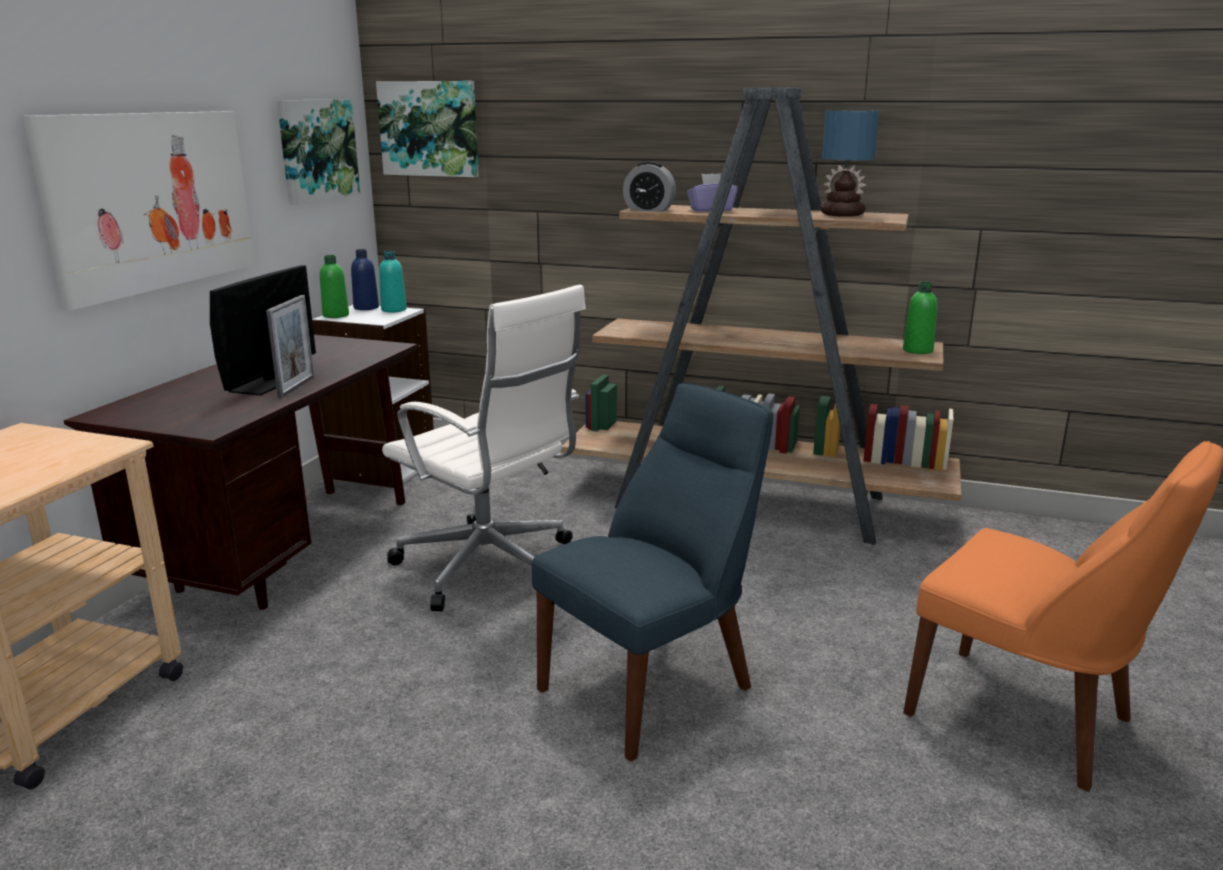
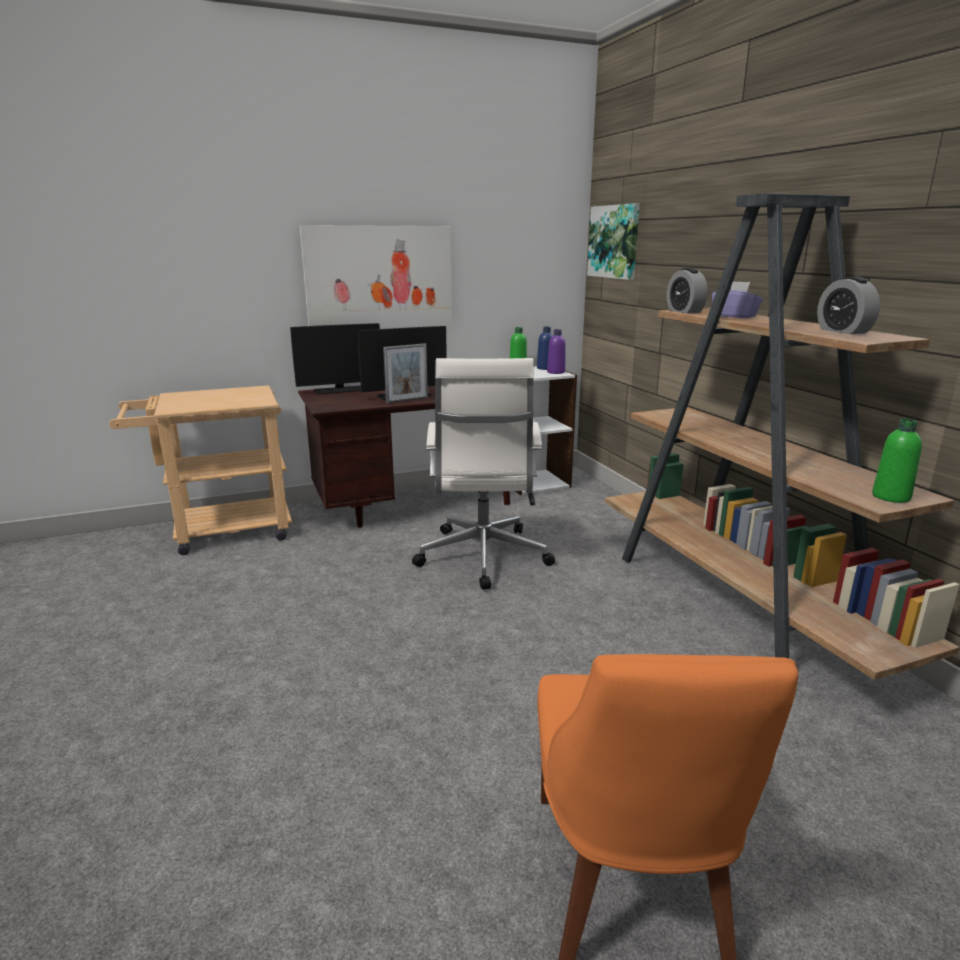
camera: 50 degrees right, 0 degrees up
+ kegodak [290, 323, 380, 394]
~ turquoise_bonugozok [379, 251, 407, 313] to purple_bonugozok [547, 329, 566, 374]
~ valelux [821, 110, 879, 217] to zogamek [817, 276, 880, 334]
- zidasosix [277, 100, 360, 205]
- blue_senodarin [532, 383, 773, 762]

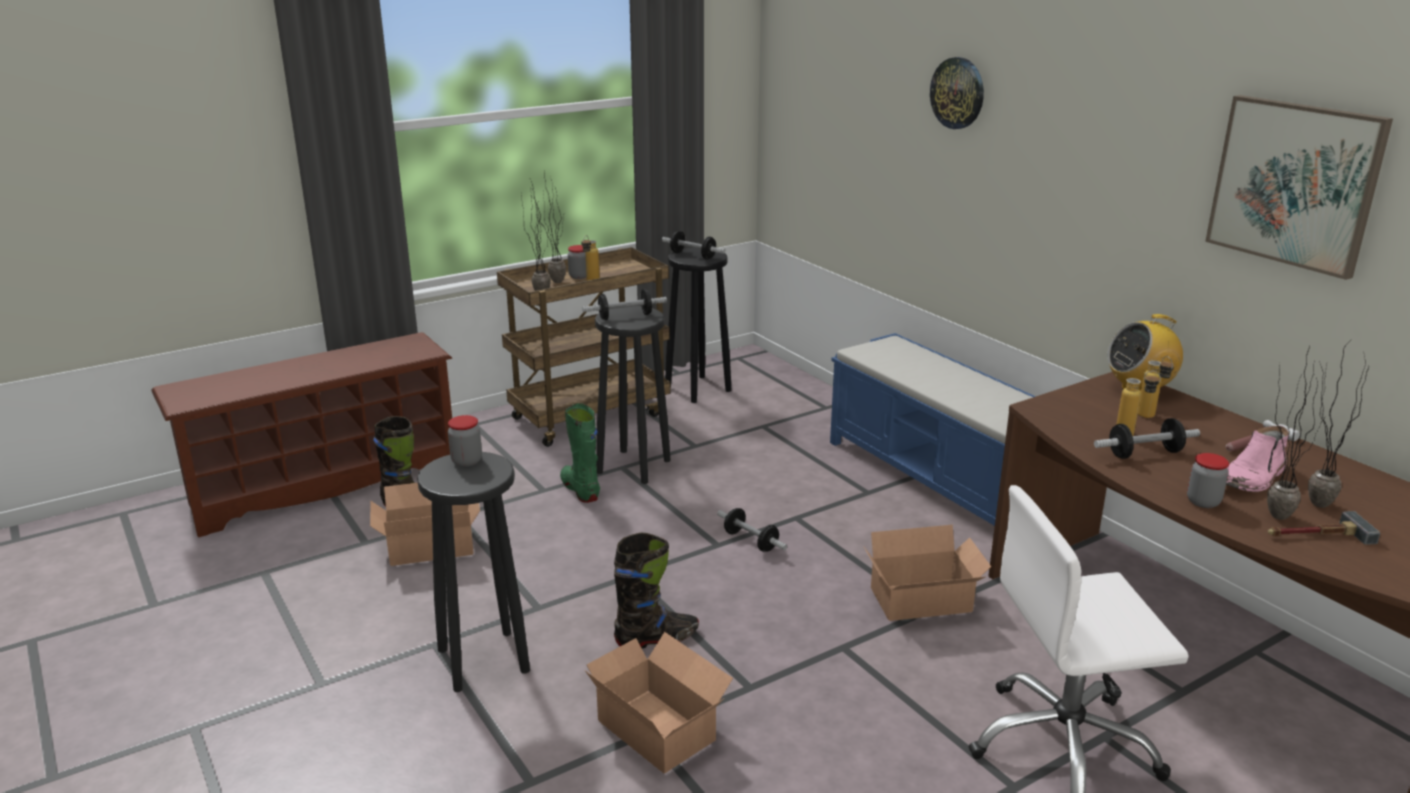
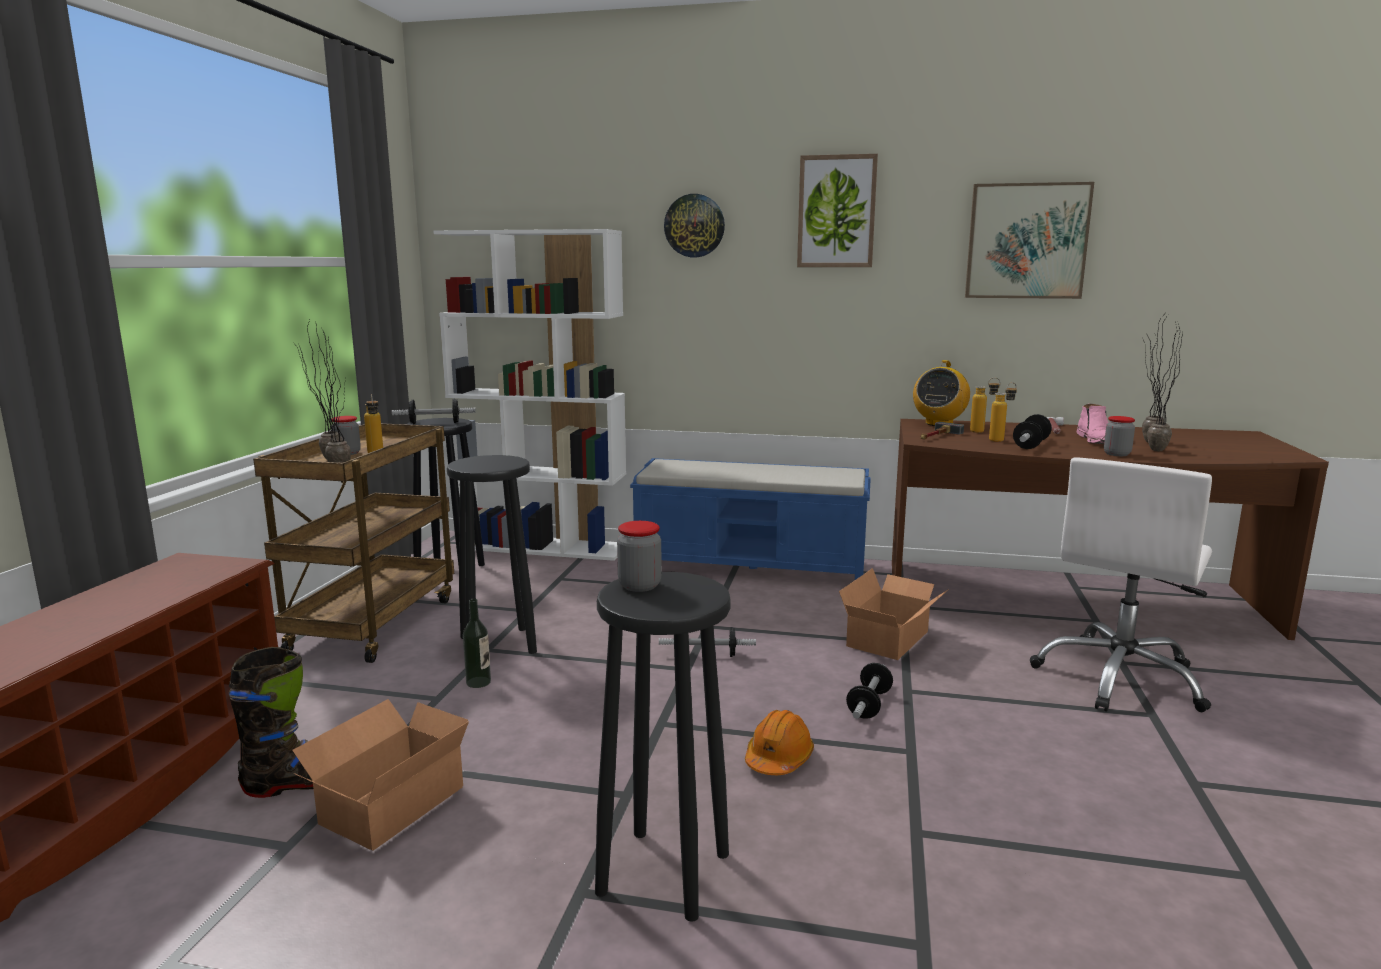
camera: 45 degrees left, 10 degrees down
+ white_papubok [433, 229, 626, 561]
~ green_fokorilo [560, 403, 600, 503] to bonugozok [463, 598, 491, 688]
~ black_fokorilo [614, 533, 699, 649] to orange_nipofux [745, 710, 814, 775]
+ zidasosix [797, 154, 878, 267]
~ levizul [582, 289, 667, 320] to [846, 663, 893, 719]
~ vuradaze [1268, 511, 1381, 545] to [921, 422, 964, 439]
- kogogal [585, 632, 733, 773]

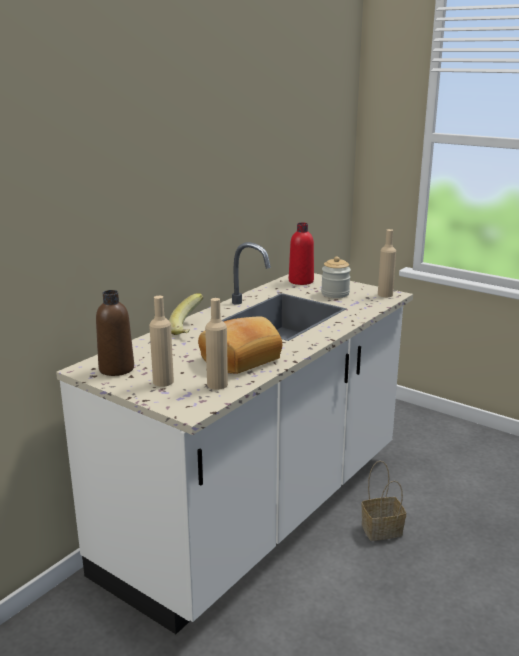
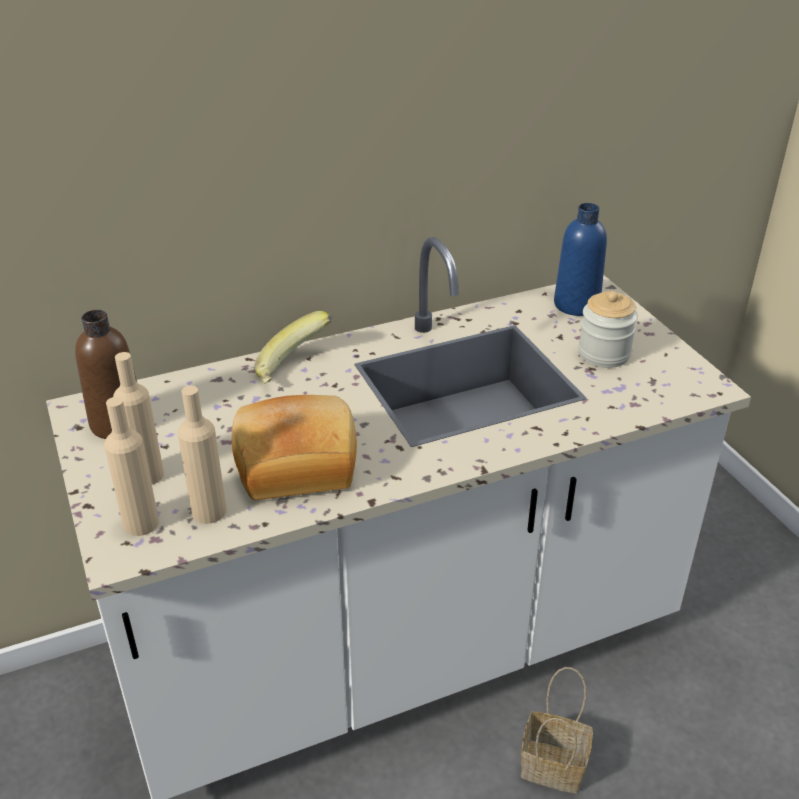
camera: 30 degrees right, 15 degrees up
~ beige_bonugozok [378, 229, 396, 297] to [104, 397, 159, 536]
~ red_bonugozok [289, 223, 314, 285] to blue_bonugozok [554, 203, 607, 316]

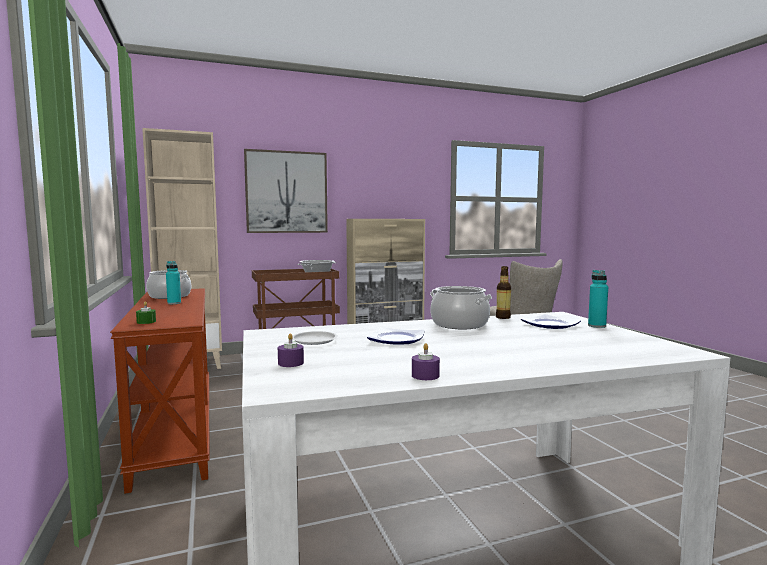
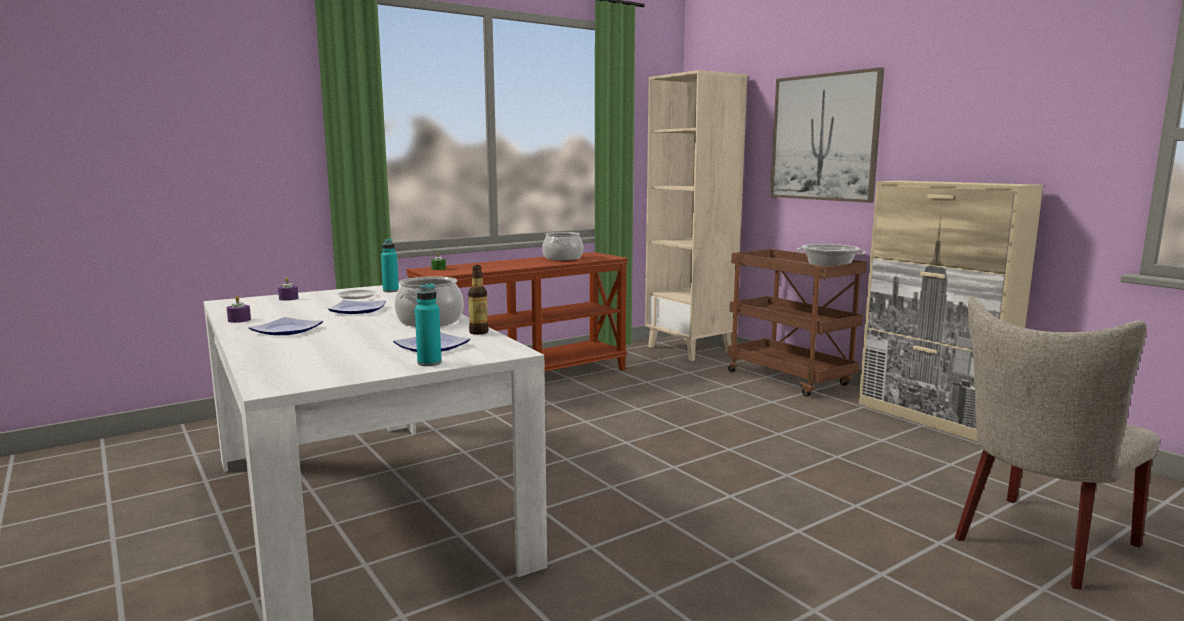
camera: 75 degrees right, 5 degrees up
+ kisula [248, 317, 323, 335]
~ turquoise_bonugozok [166, 261, 181, 304] to [381, 239, 399, 292]

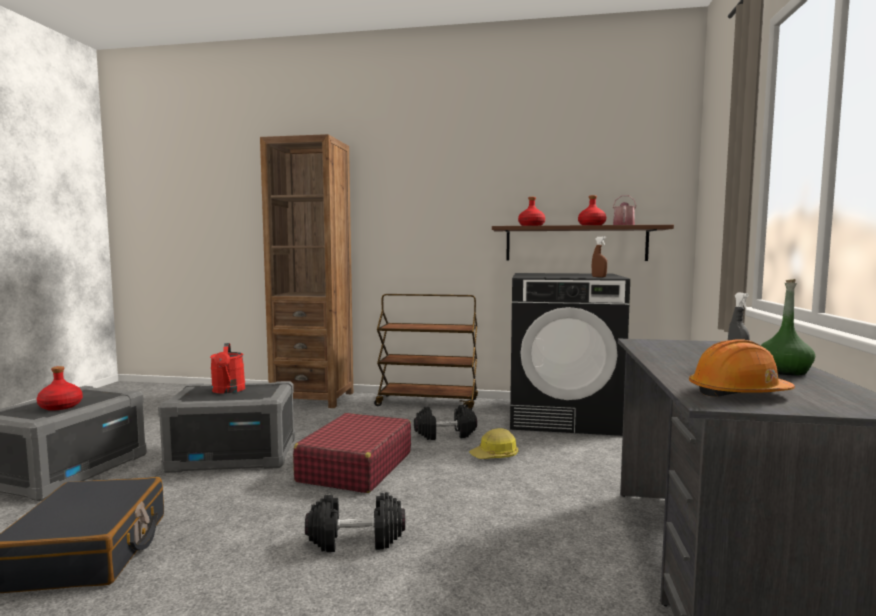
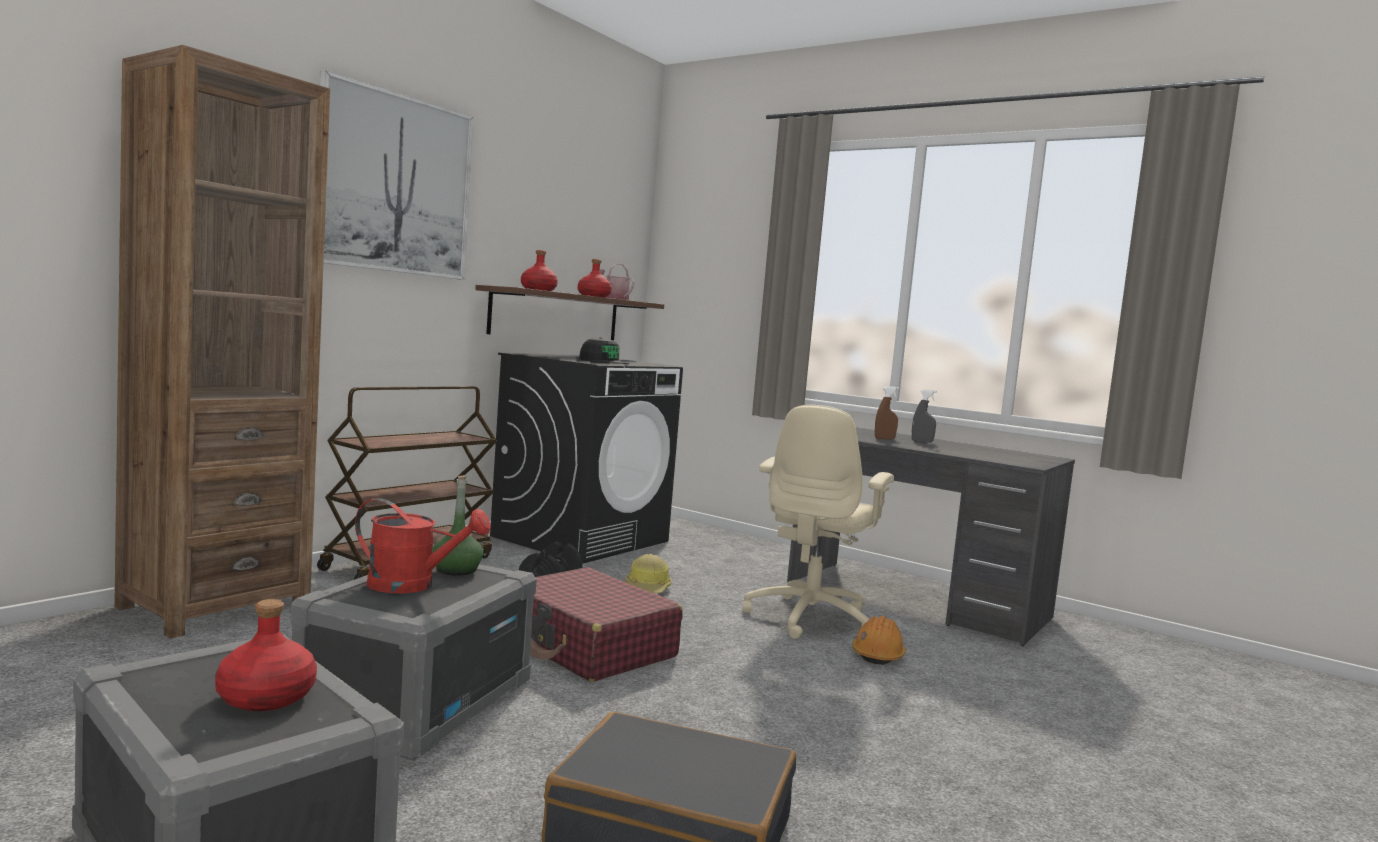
camera: 65 degrees left, 0 degrees up
+ zidasosix [320, 70, 473, 280]
~ green_bonugozok [761, 279, 815, 375] to [432, 475, 484, 576]
+ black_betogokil [579, 338, 629, 364]
+ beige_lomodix [743, 405, 894, 639]
~ orange_nipofux [689, 339, 795, 397] to [852, 616, 906, 665]
~ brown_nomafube [592, 237, 607, 277] to [875, 386, 899, 440]
- black_levizul [305, 492, 405, 552]

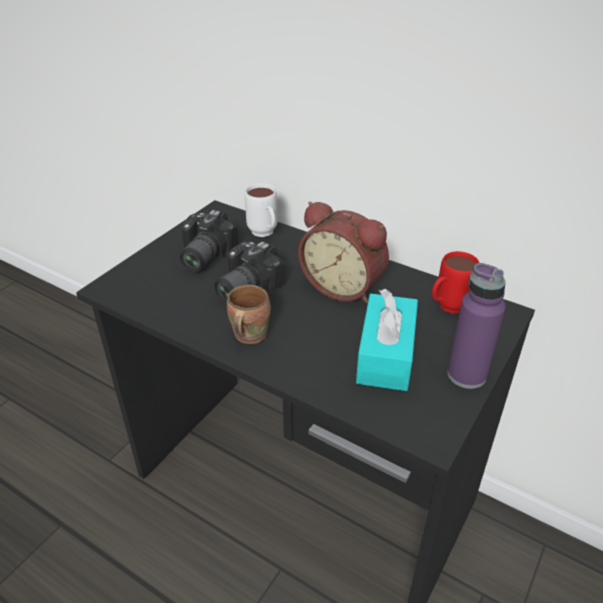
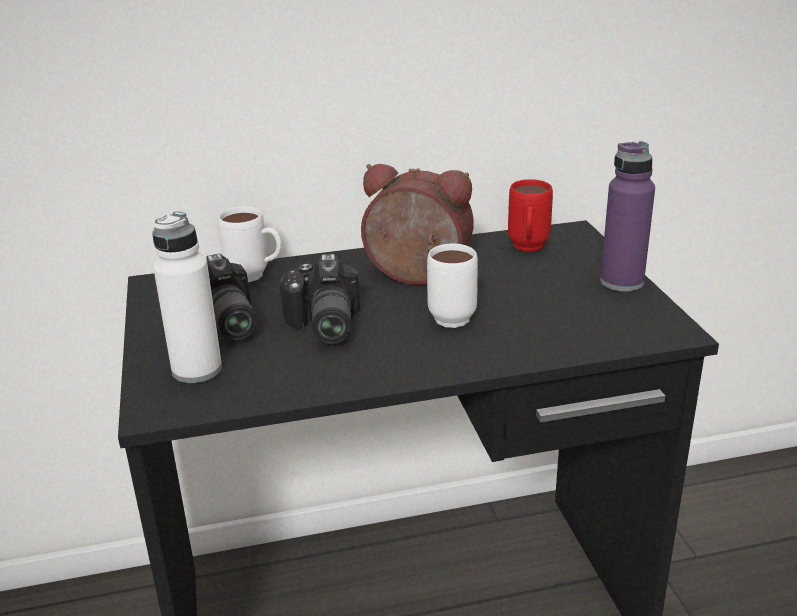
camera: 45 degrees left, 10 degrees down
+ white_bonugozok [152, 212, 222, 383]
~ zogamek [298, 201, 389, 303] = [361, 164, 474, 285] 150 degrees counterclockwise
+ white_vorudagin [427, 244, 478, 328]
- brown_vorudagin [227, 285, 271, 344]
- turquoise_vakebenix [356, 289, 418, 391]

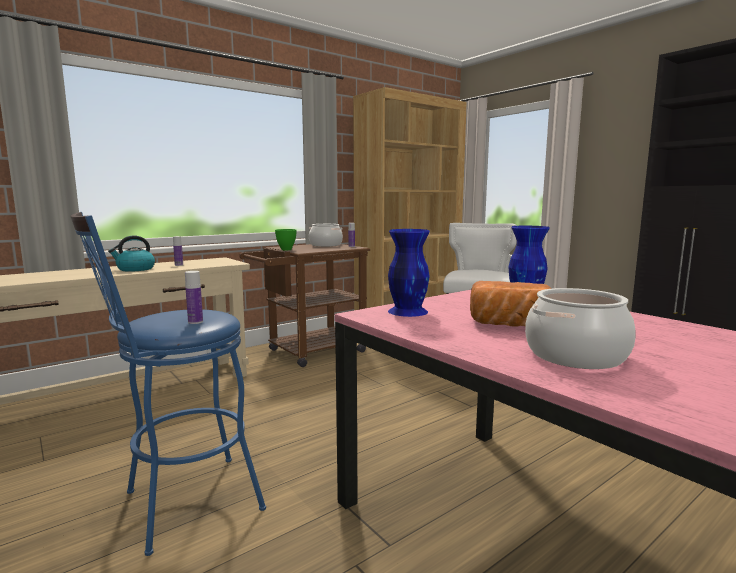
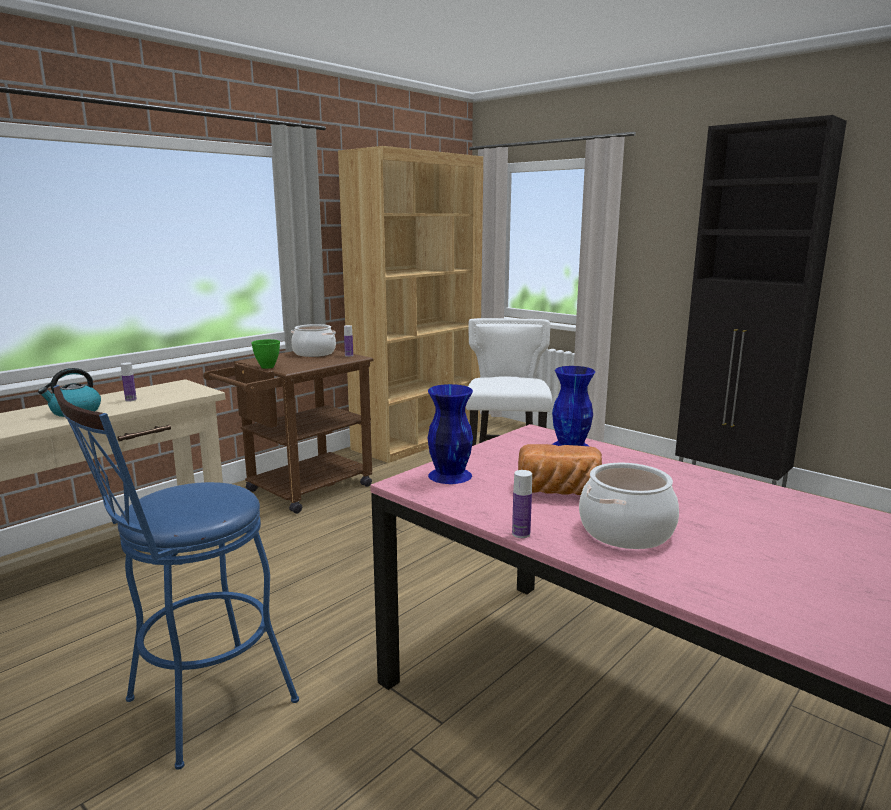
camera: 10 degrees left, 5 degrees up
~ bonugozok [185, 271, 203, 324] to [512, 470, 532, 538]

